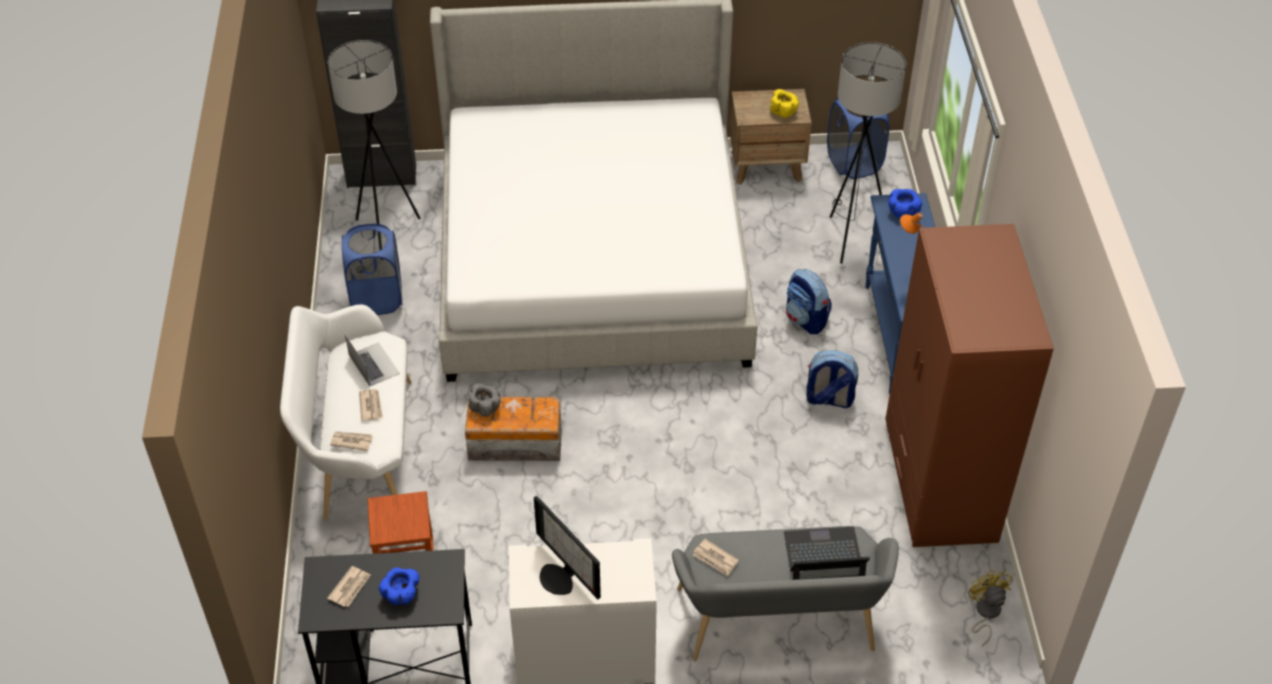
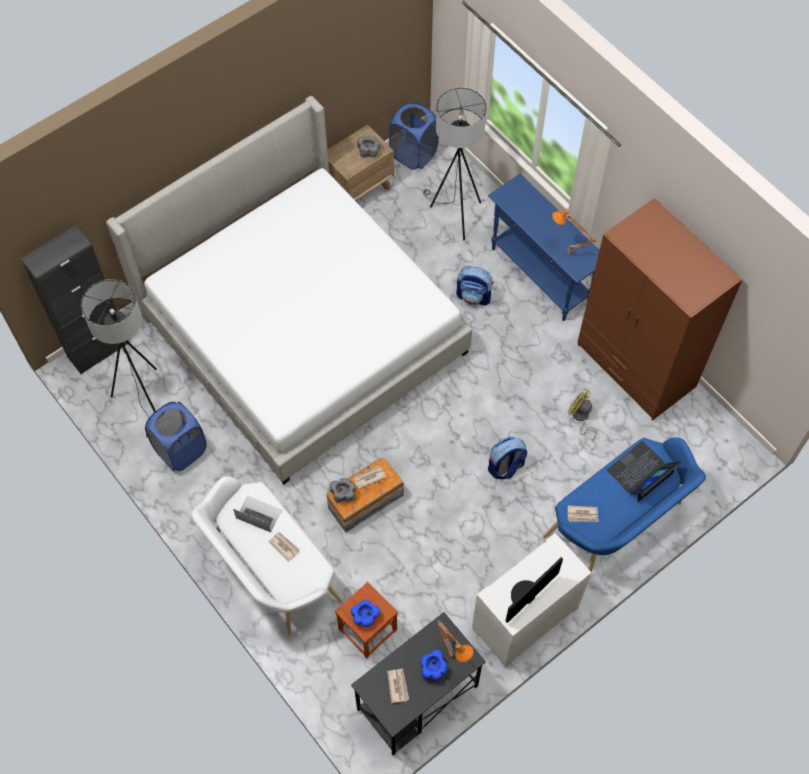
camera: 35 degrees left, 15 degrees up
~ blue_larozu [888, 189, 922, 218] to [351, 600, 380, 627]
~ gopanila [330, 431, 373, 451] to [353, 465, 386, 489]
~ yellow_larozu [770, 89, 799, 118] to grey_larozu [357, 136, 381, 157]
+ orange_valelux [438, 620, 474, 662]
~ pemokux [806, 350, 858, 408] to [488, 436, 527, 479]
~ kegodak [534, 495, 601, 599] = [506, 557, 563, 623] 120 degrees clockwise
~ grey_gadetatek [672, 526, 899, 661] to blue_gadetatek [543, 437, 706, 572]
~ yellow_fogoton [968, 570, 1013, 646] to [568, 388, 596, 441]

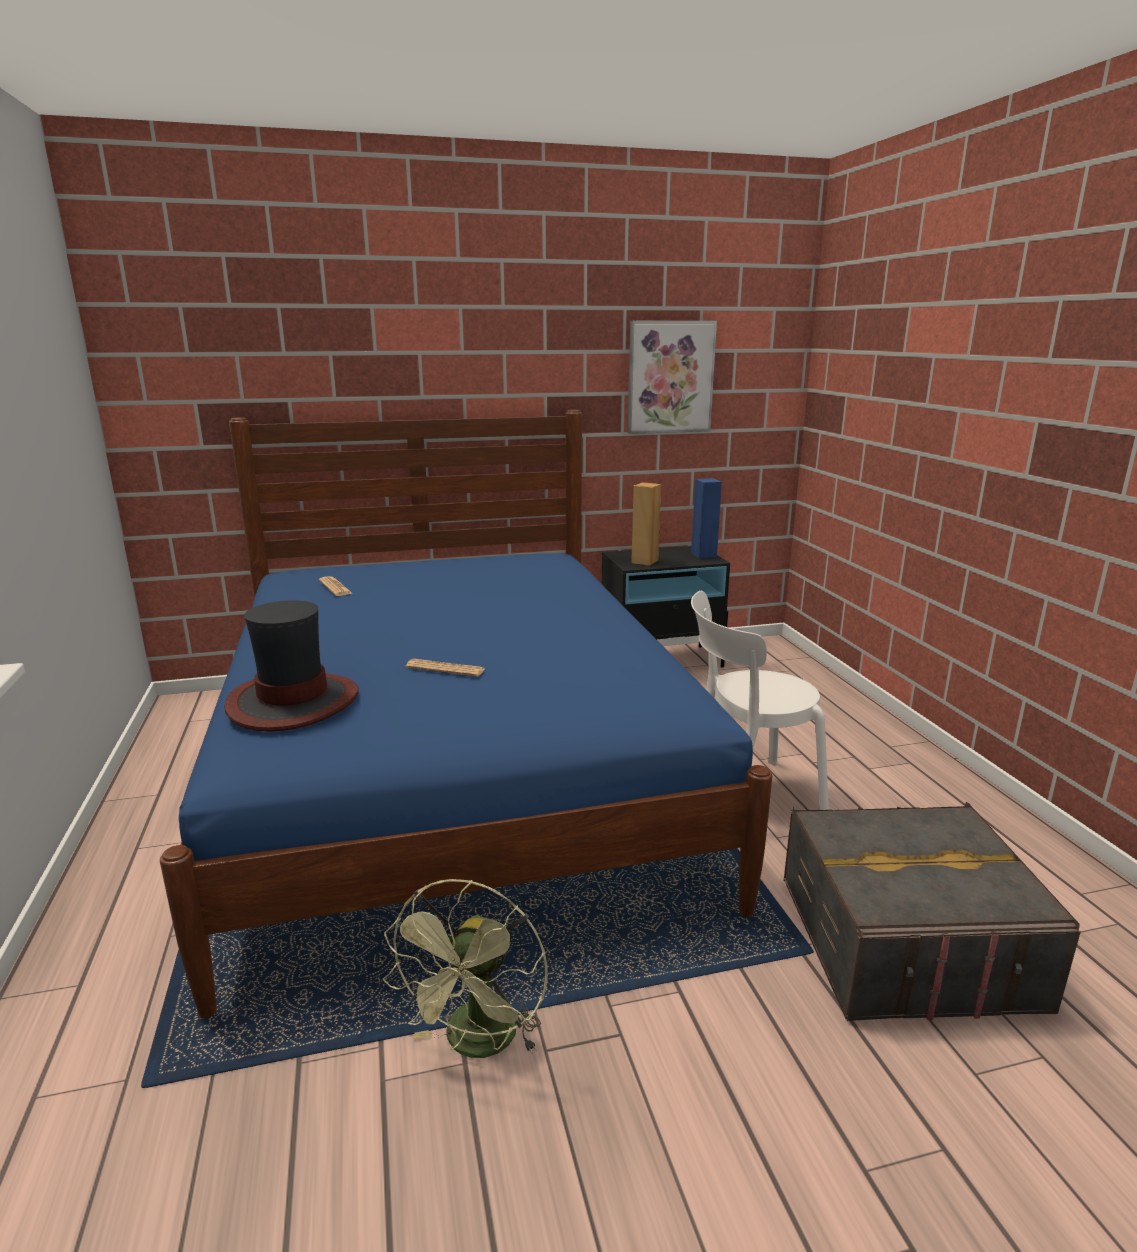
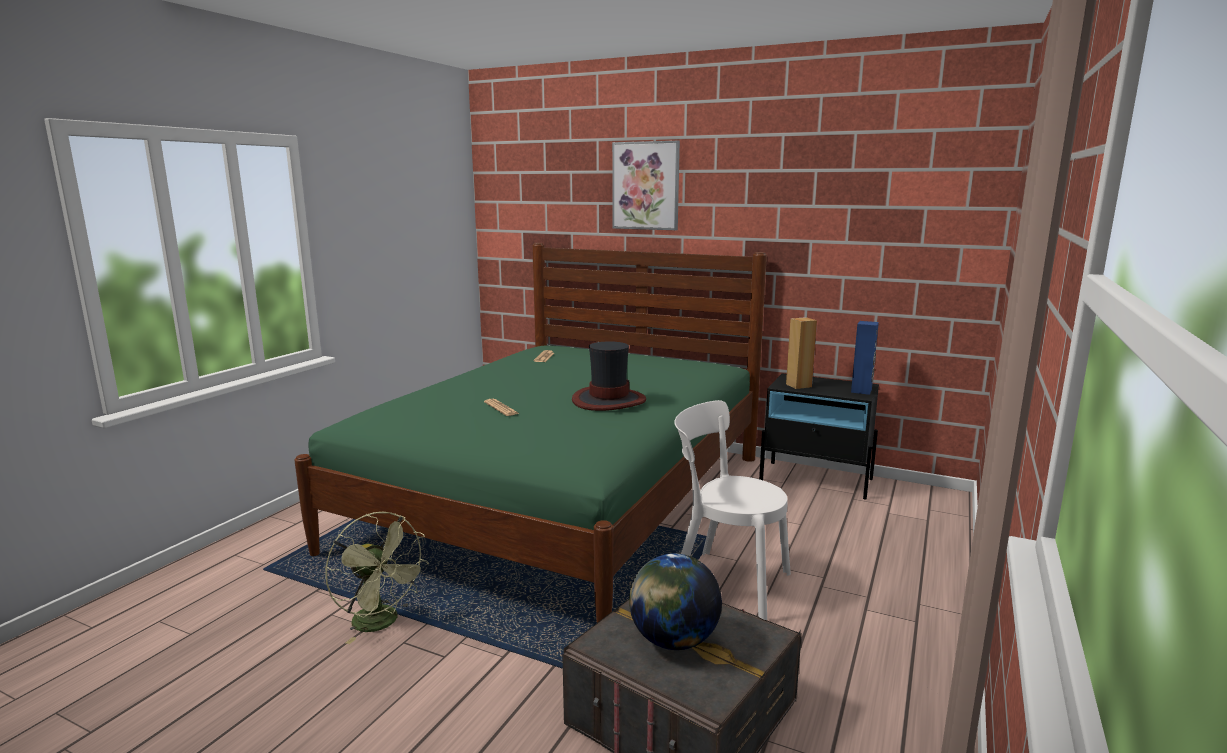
camera: 40 degrees right, 5 degrees down
~ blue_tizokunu [160, 410, 772, 1018] to green_tizokunu [294, 243, 767, 623]
~ green_fogoton [383, 879, 548, 1058] = [325, 512, 429, 644] 105 degrees counterclockwise
~ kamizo [224, 600, 359, 732] to [572, 341, 646, 411]
~ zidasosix [627, 321, 717, 434] to [612, 141, 680, 230]
+ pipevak [629, 553, 722, 650]

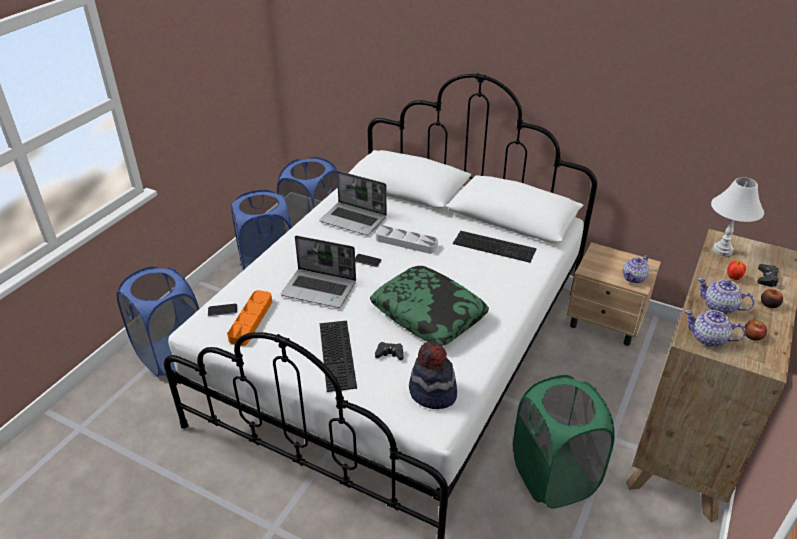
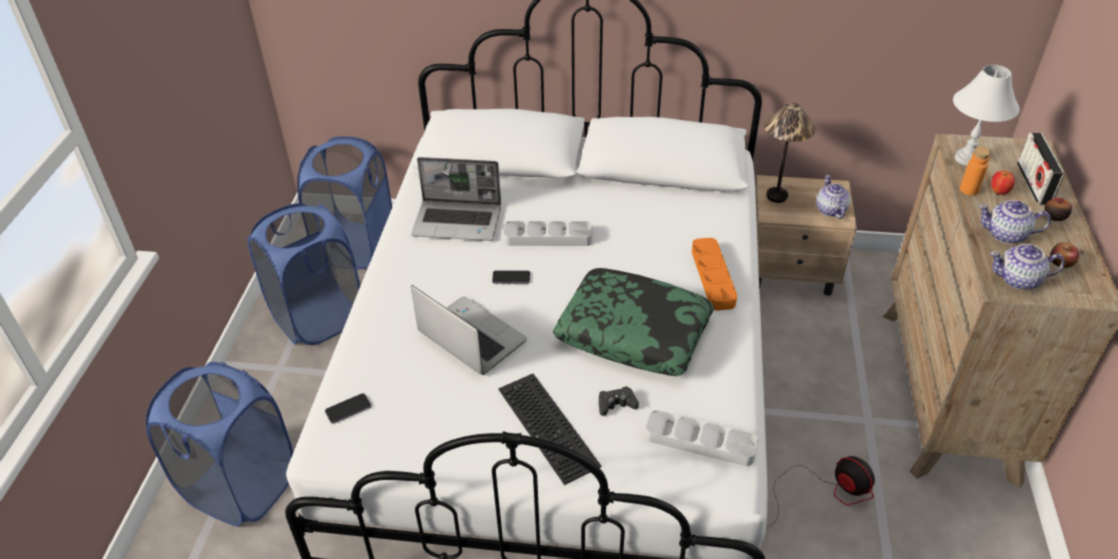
camera: 20 degrees left, 5 degrees up
~ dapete [281, 235, 356, 308] = [411, 285, 527, 375] 135 degrees counterclockwise
~ kamizo [409, 341, 457, 409] to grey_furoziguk [645, 410, 759, 466]
~ orange_furoziguk [227, 290, 272, 346] to [692, 238, 737, 311]
+ valelux [764, 103, 816, 203]
~ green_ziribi [513, 375, 615, 509] to fogoton [767, 456, 875, 529]
~ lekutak [622, 255, 650, 283] = [816, 175, 851, 219] 150 degrees clockwise
+ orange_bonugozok [960, 147, 991, 195]
~ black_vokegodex [757, 264, 779, 287] to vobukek [1017, 133, 1065, 205]
- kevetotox [453, 231, 537, 263]

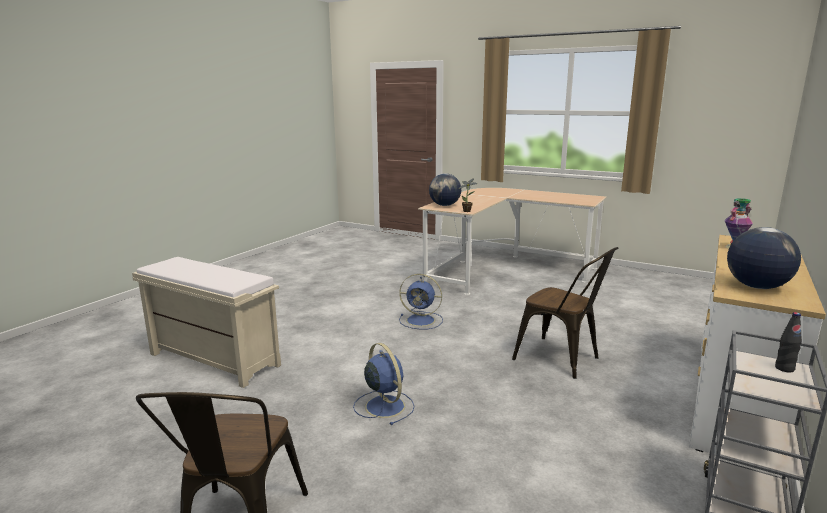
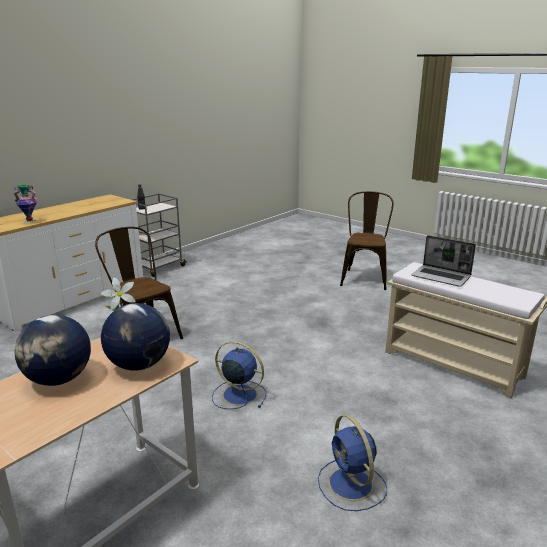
camera: 170 degrees left, 5 degrees up
~ pipevak [727, 227, 801, 289] to [14, 315, 91, 386]
~ blue_fogoton [353, 343, 415, 425] to [318, 415, 387, 511]
+ dapete [412, 235, 476, 287]

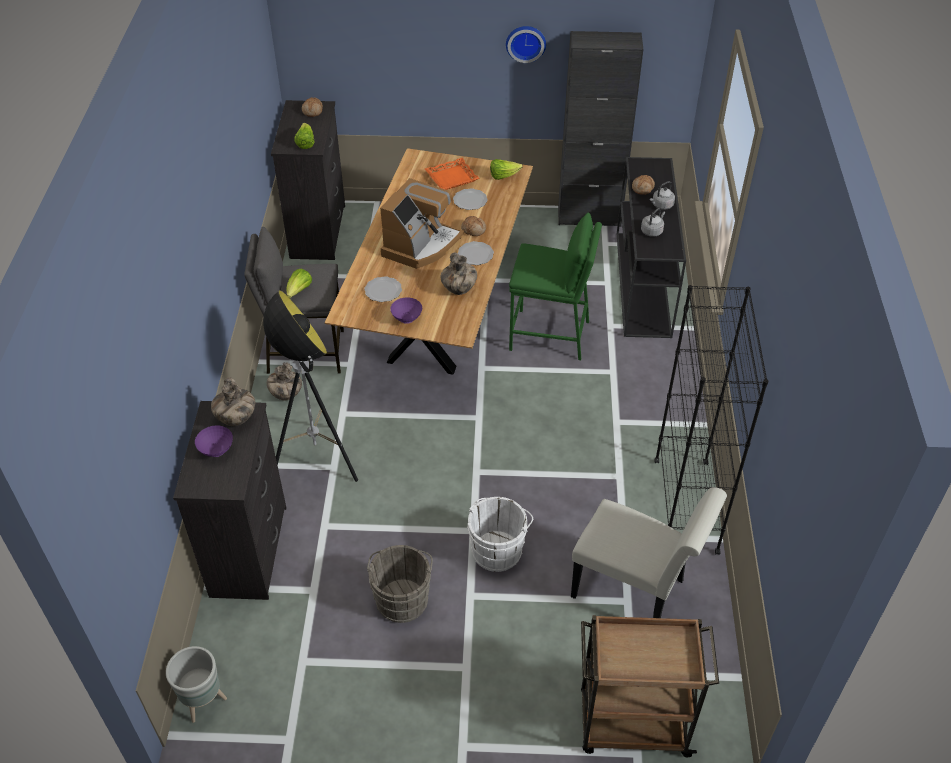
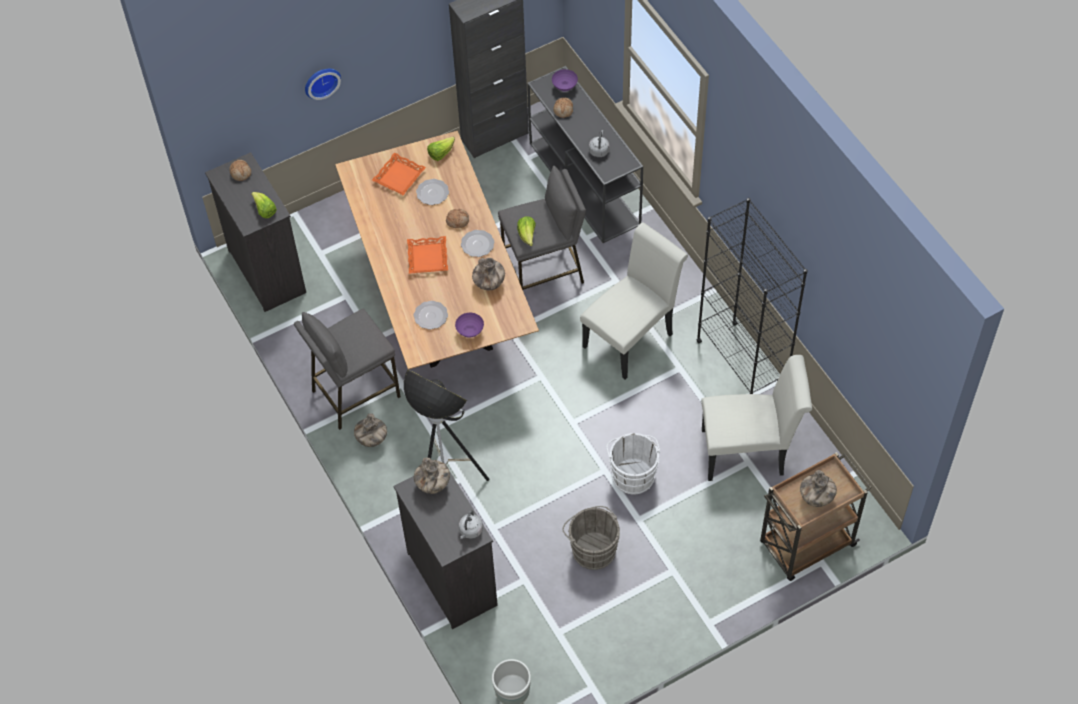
camera: 30 degrees left, 10 degrees up
~ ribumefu [506, 26, 546, 63] to [305, 69, 341, 100]
~ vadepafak [380, 178, 464, 269] to orange_furoziguk [407, 236, 448, 274]
~ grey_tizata [650, 181, 675, 210] to [459, 510, 483, 539]
~ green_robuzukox [509, 212, 602, 360] to grey_robuzukox [498, 166, 586, 290]
~ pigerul [287, 269, 312, 298] to [517, 216, 536, 246]
~ purple_larozu [195, 425, 233, 457] to [552, 69, 578, 92]
+ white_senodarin [580, 223, 688, 380]
+ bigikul [800, 470, 837, 507]

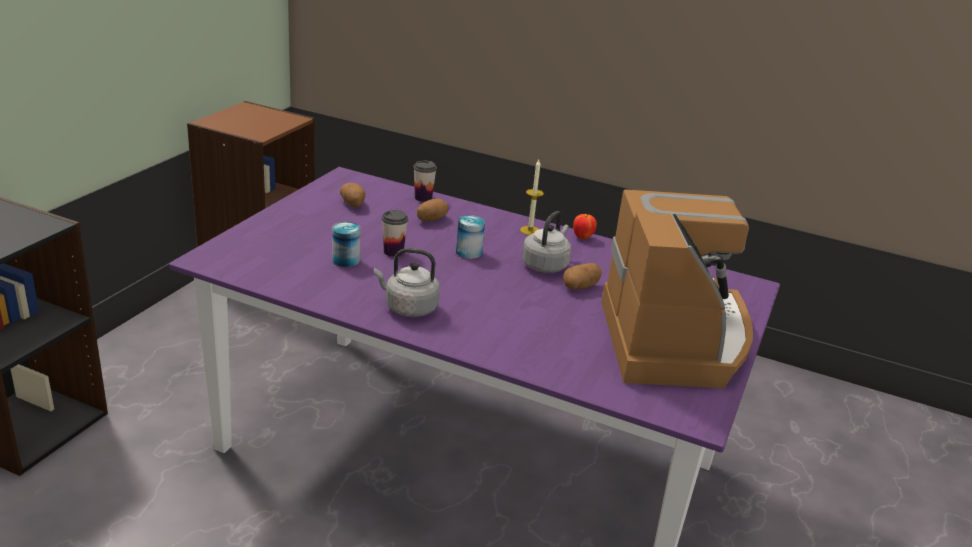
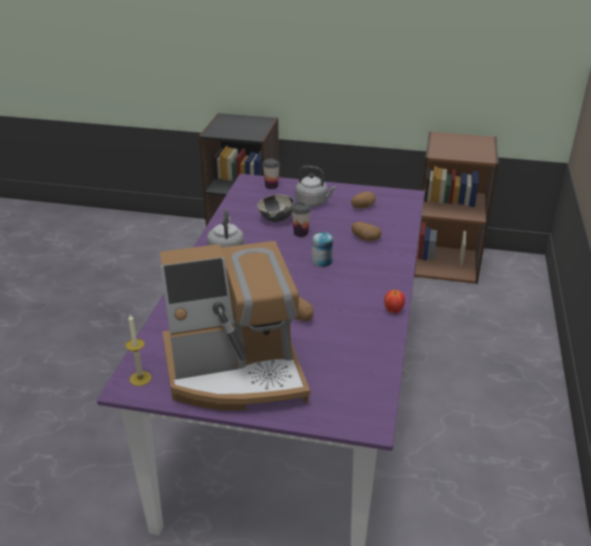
camera: 80 degrees right, 5 degrees up
~ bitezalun [520, 160, 544, 235] to [125, 315, 151, 386]
~ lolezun [332, 222, 360, 267] to larozu [257, 194, 295, 222]
~ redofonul [413, 160, 437, 202] to [263, 159, 280, 189]
~ grey_tizata [522, 211, 571, 273] to [295, 166, 336, 207]

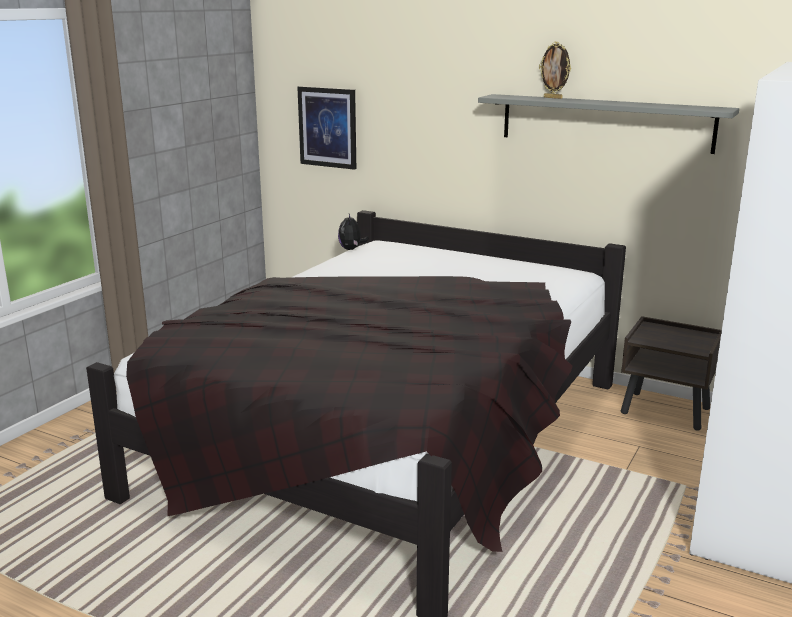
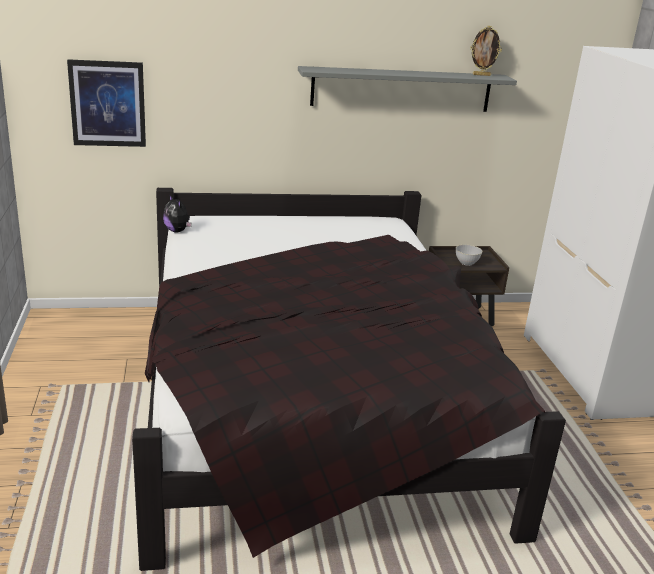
camera: 40 degrees left, 5 degrees up
+ grey_larozu [456, 245, 482, 266]
~ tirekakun [539, 41, 571, 99] to [470, 26, 502, 76]

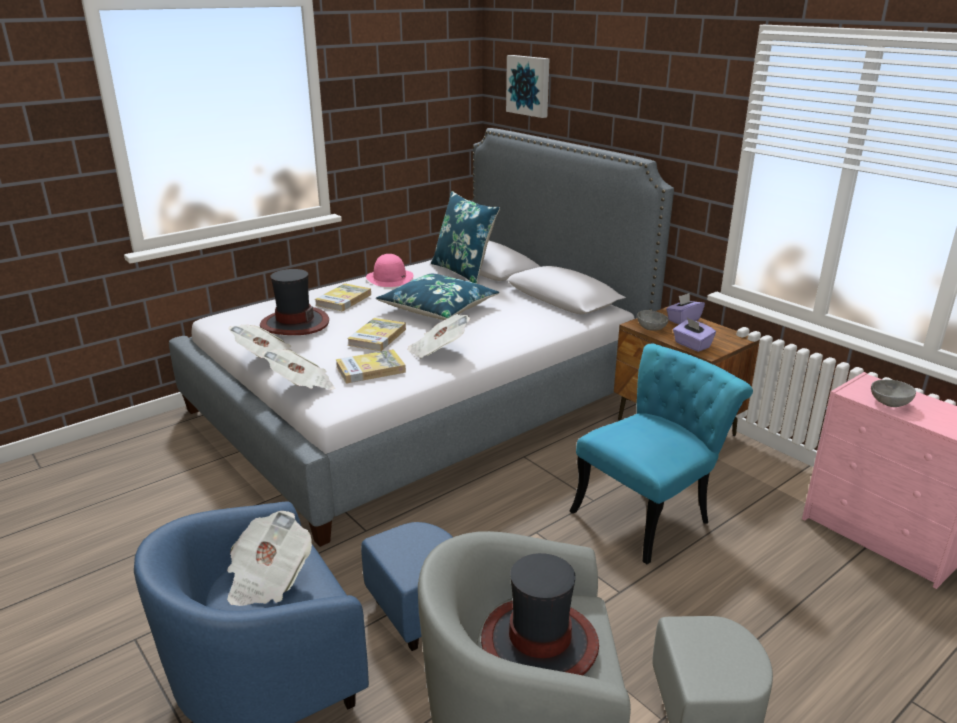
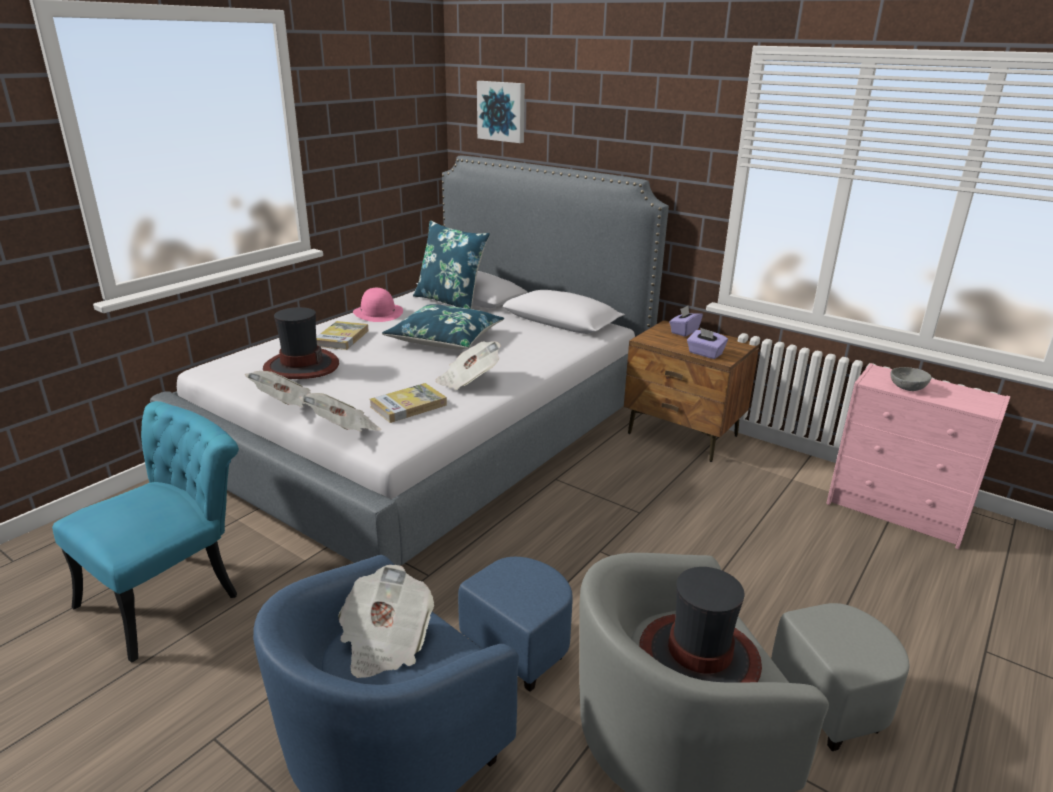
camera: 15 degrees left, 0 degrees up
~ turquoise_senodarin [570, 343, 753, 564] to [52, 401, 239, 663]
- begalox [347, 318, 406, 351]
- grey_larozu [637, 310, 669, 331]

